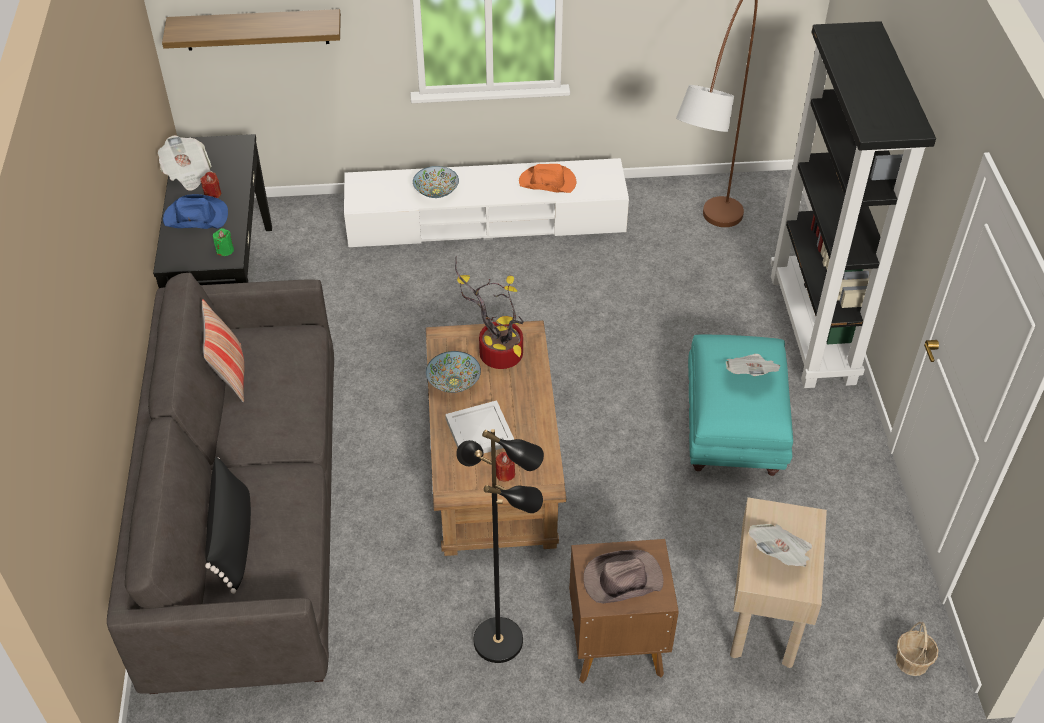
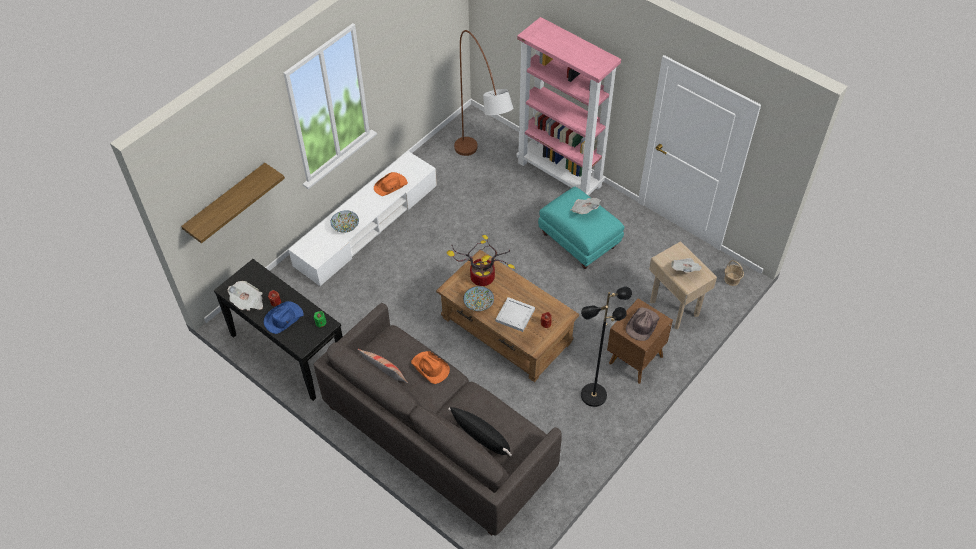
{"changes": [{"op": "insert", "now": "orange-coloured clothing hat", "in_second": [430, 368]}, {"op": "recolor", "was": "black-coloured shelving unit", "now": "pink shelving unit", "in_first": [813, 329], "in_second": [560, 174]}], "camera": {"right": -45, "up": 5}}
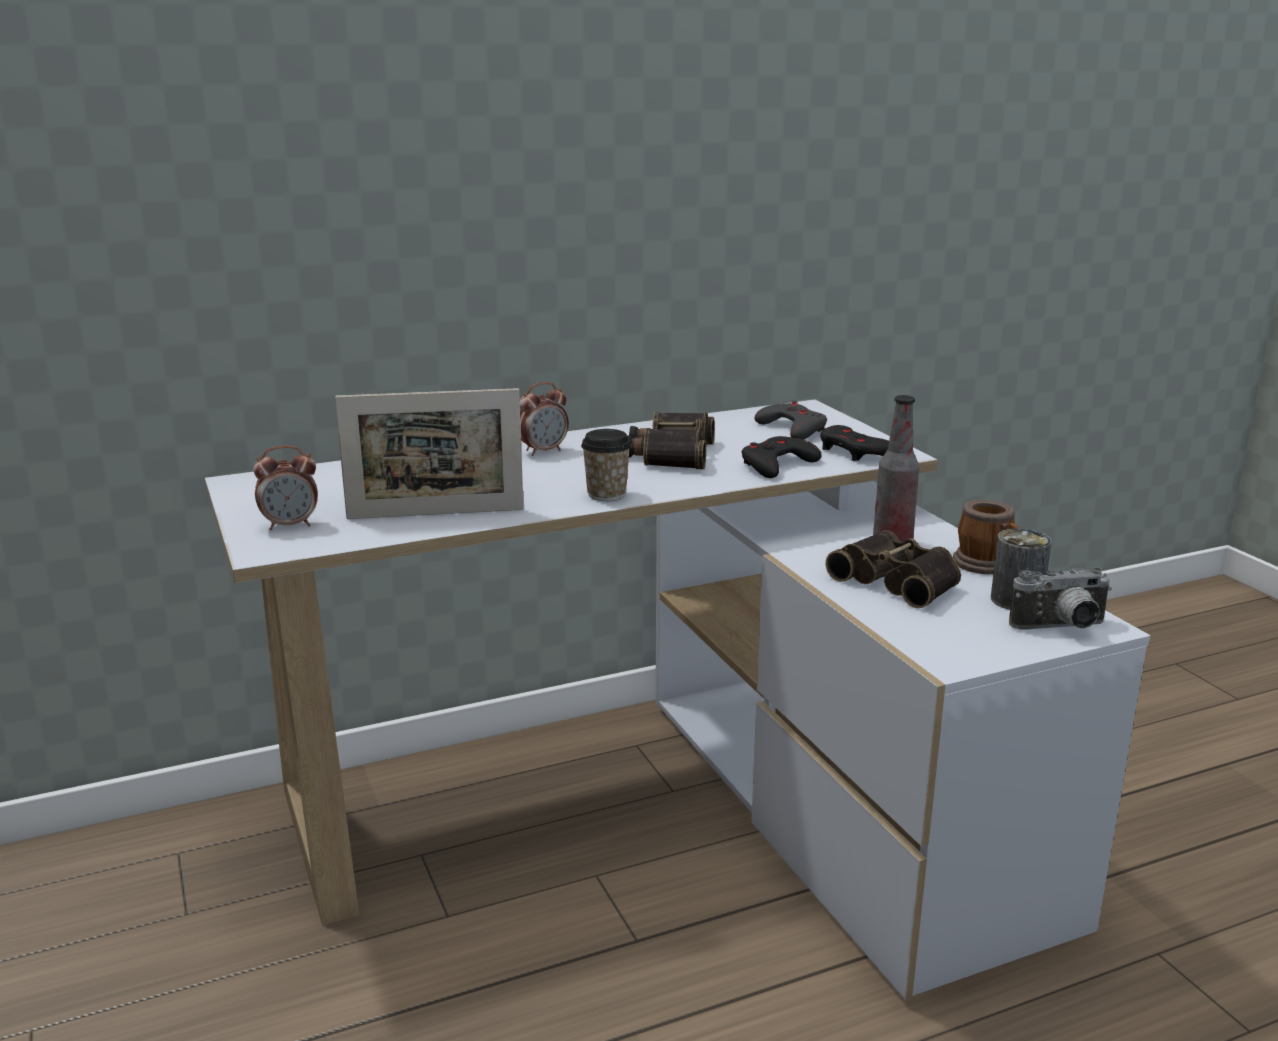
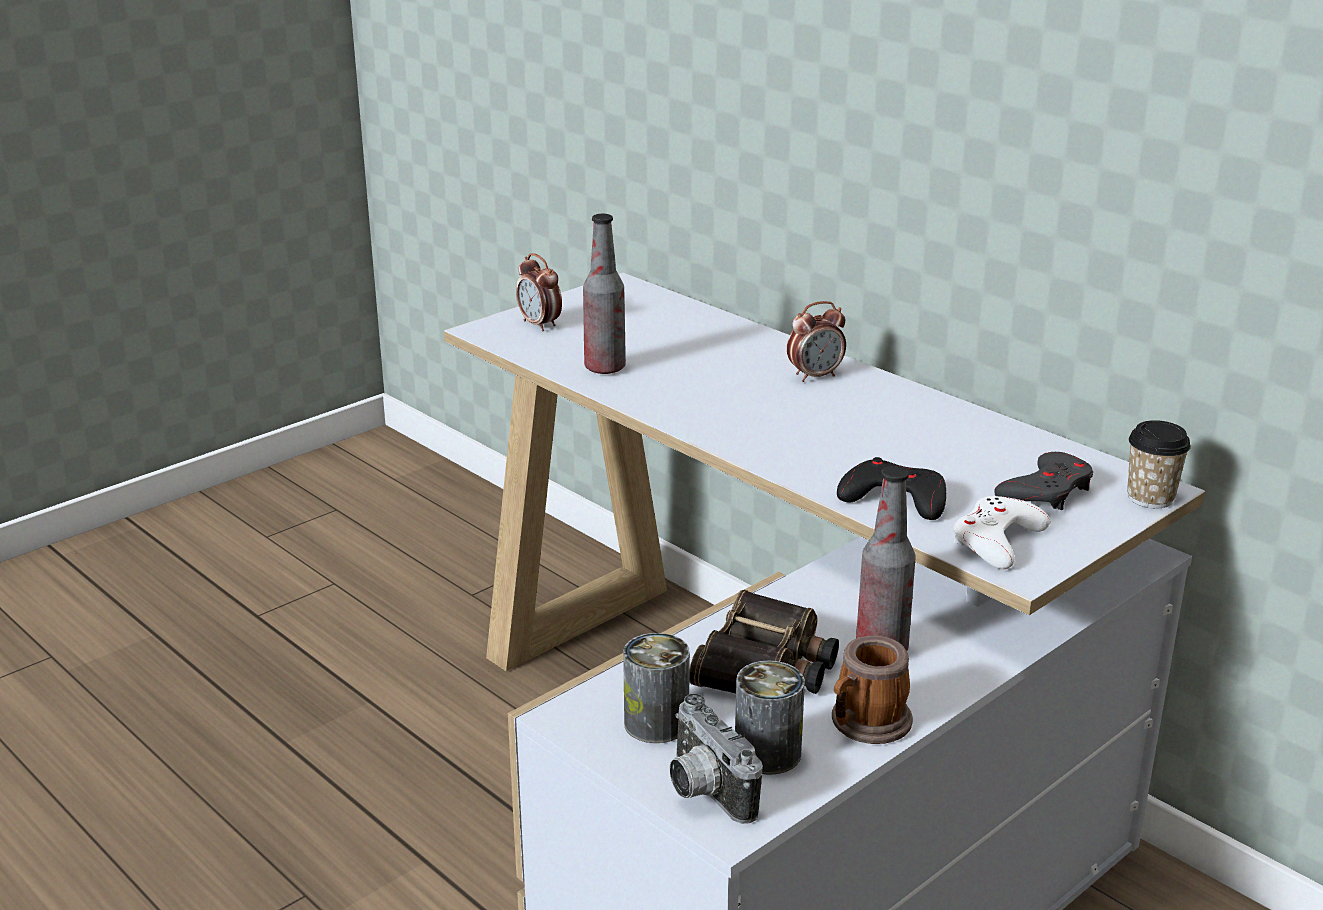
{"changes": [{"op": "delete", "was": "binoculars", "in_first": [670, 453]}, {"op": "insert", "now": "sealed can", "in_second": [656, 723]}, {"op": "move", "was": "small cup", "in_first": [606, 494], "in_second": [1150, 498]}, {"op": "replace", "was": "photo frame", "now": "beverage bottle", "in_first": [436, 514], "in_second": [605, 368]}, {"op": "recolor", "was": "black-coloured gamepad", "now": "whitish gamepad", "in_first": [855, 451], "in_second": [997, 540]}, {"op": "rotate", "was": "table clock", "in_first": [543, 451], "in_second": [815, 376], "clockwise": -60}], "camera": {"right": 70, "up": 5}}
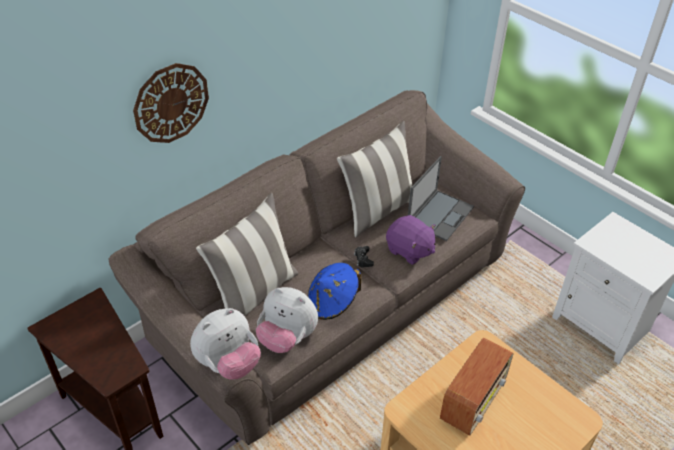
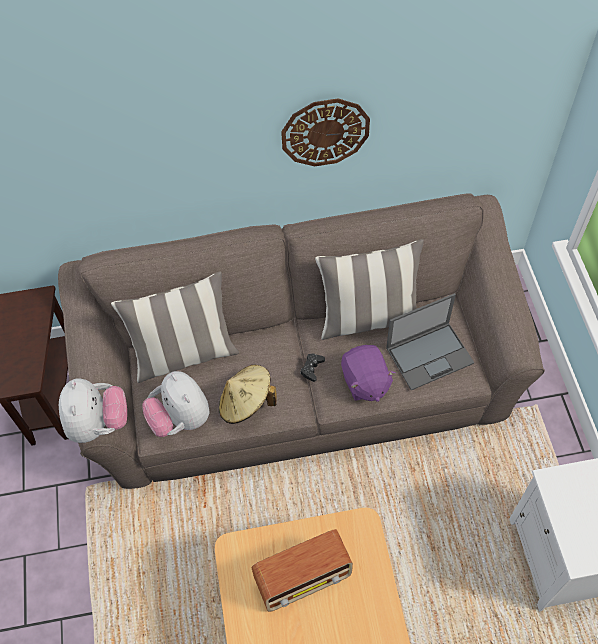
{"changes": [{"op": "move", "was": "wall clock", "in_first": [171, 103], "in_second": [325, 132]}, {"op": "recolor", "was": "blue clothing hat", "now": "sand-coloured clothing hat", "in_first": [332, 303], "in_second": [246, 403]}, {"op": "rotate", "was": "soft toy", "in_first": [228, 364], "in_second": [98, 423], "clockwise": -90}], "camera": {"right": 35, "up": 15}}
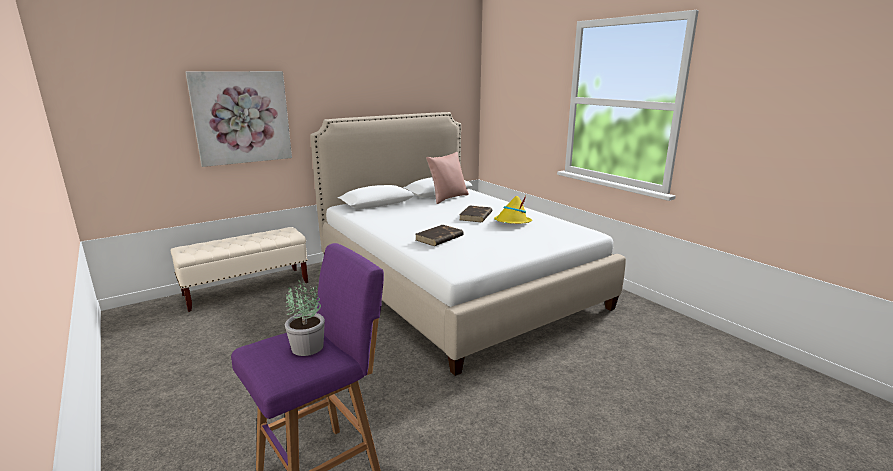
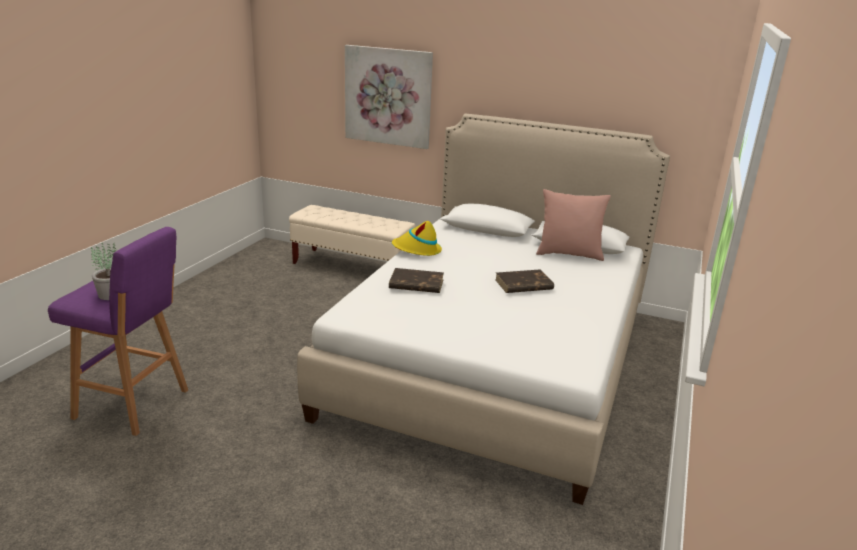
{"changes": [{"op": "move", "was": "yellow clothing hat", "in_first": [512, 222], "in_second": [417, 250]}], "camera": {"right": 55, "up": 5}}
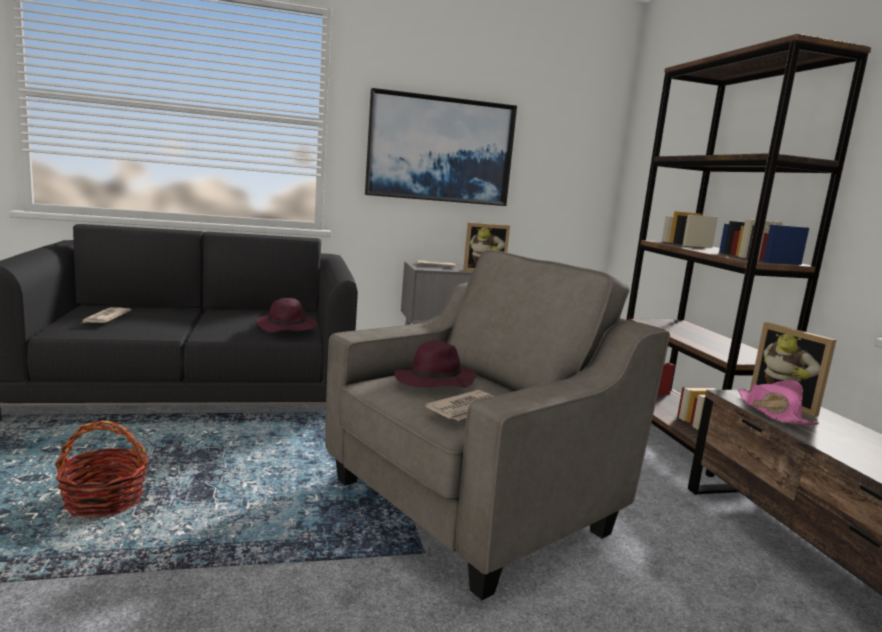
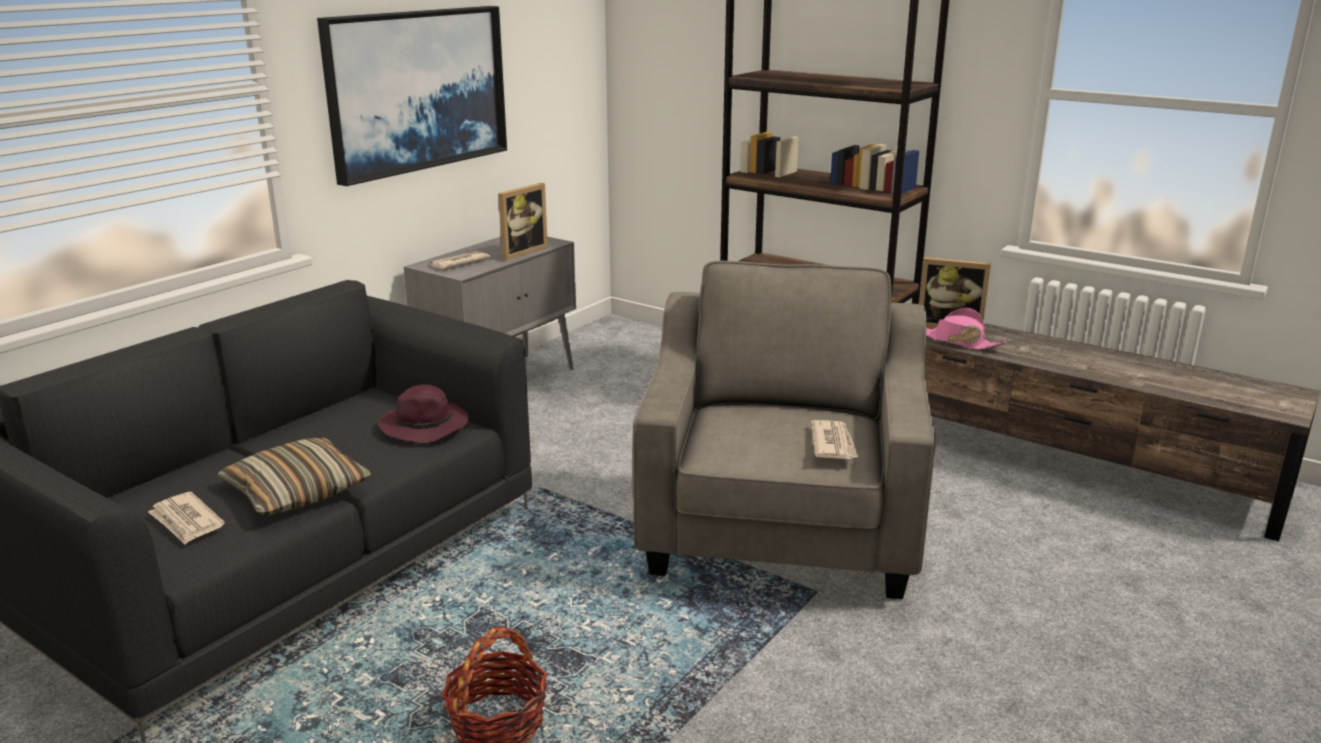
{"changes": [{"op": "delete", "was": "purple-coloured clothing hat", "in_first": [434, 382]}, {"op": "insert", "now": "cushion", "in_second": [297, 491]}], "camera": {"right": -40, "up": 10}}
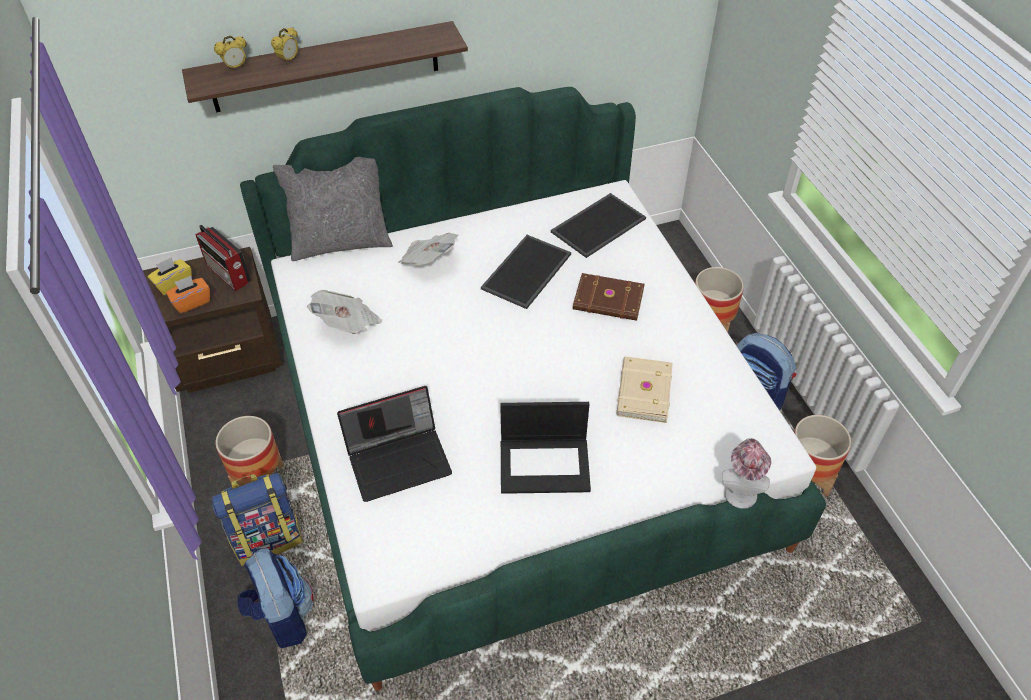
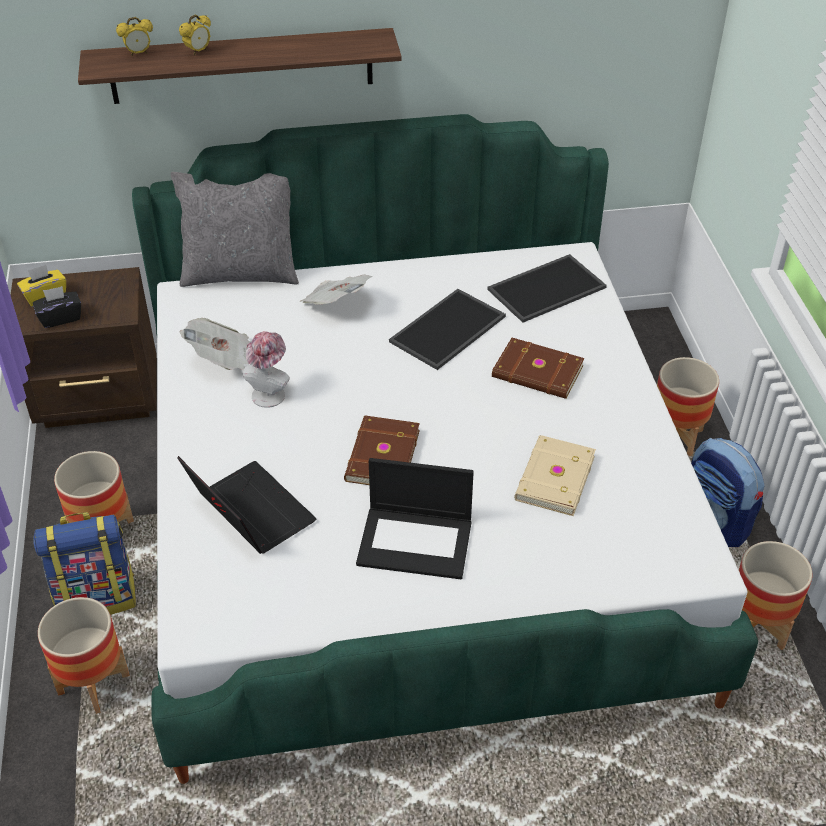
{"changes": [{"op": "delete", "was": "radio", "in_first": [228, 274]}, {"op": "insert", "now": "brownish bound book", "in_second": [380, 456]}, {"op": "move", "was": "clothing hat", "in_first": [740, 490], "in_second": [270, 392]}, {"op": "replace", "was": "knapsack", "now": "flower pot", "in_first": [282, 616], "in_second": [93, 684]}, {"op": "recolor", "was": "orange-coloured tissue box", "now": "black-coloured tissue box", "in_first": [192, 302], "in_second": [60, 318]}, {"op": "rotate", "was": "laptop", "in_first": [399, 459], "in_second": [248, 512], "clockwise": -120}], "camera": {"right": 10, "up": -5}}
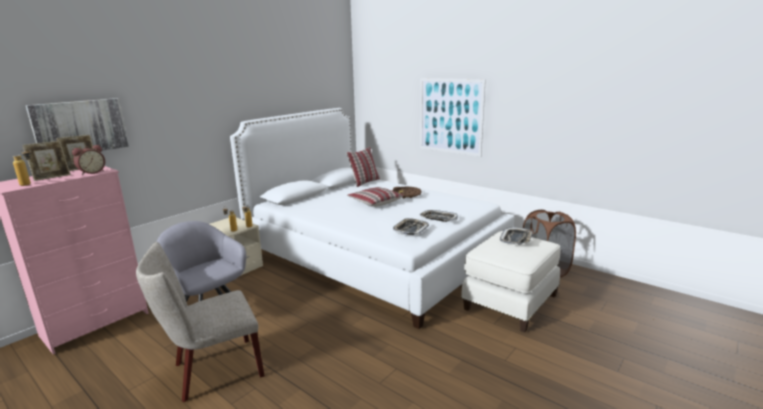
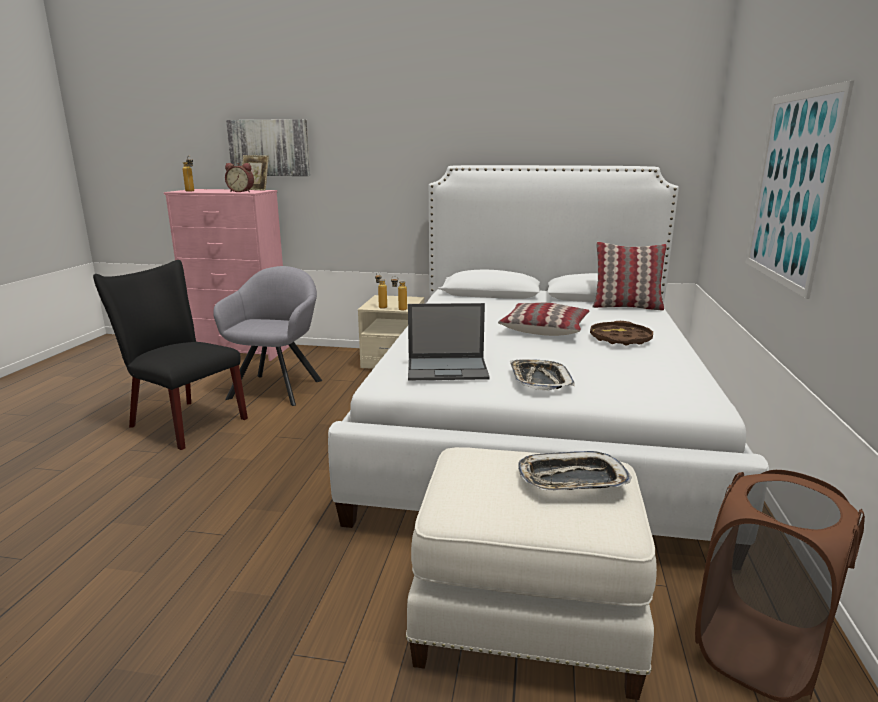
{"changes": [{"op": "delete", "was": "photo frame", "in_first": [51, 177]}, {"op": "replace", "was": "serving tray", "now": "laptop", "in_first": [410, 229], "in_second": [448, 369]}, {"op": "recolor", "was": "sand-coloured plain chair", "now": "black-coloured plain chair", "in_first": [212, 371], "in_second": [182, 421]}], "camera": {"right": 60, "up": 0}}
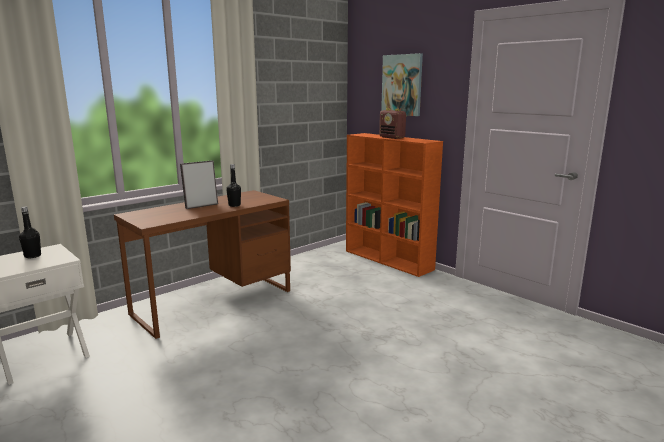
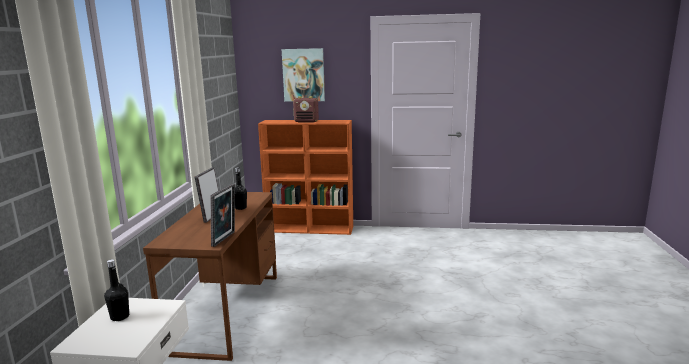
{"changes": [{"op": "insert", "now": "photo frame", "in_second": [225, 239]}], "camera": {"right": -40, "up": 0}}
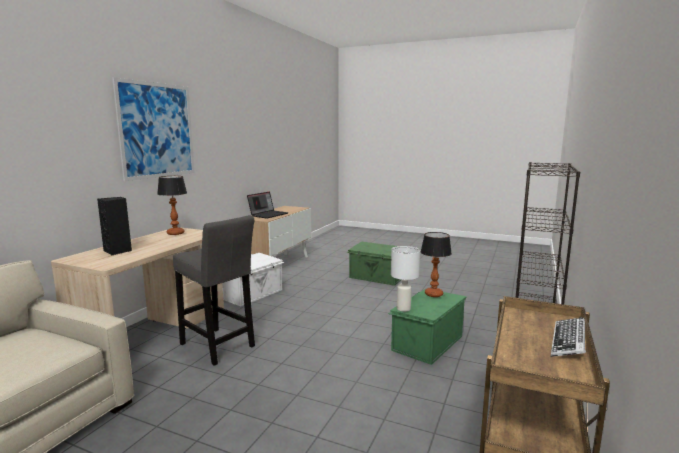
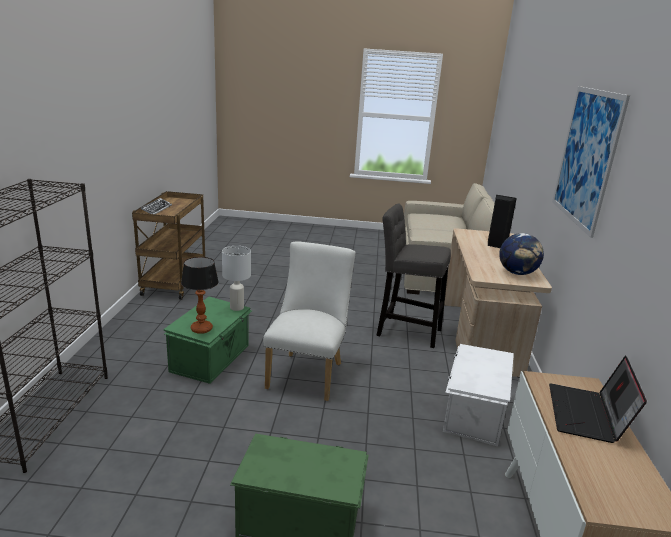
{"changes": [{"op": "insert", "now": "whitish plain chair", "in_second": [308, 372]}, {"op": "replace", "was": "tabletop lamp", "now": "desk globe", "in_first": [175, 233], "in_second": [517, 273]}], "camera": {"right": 160, "up": 10}}
